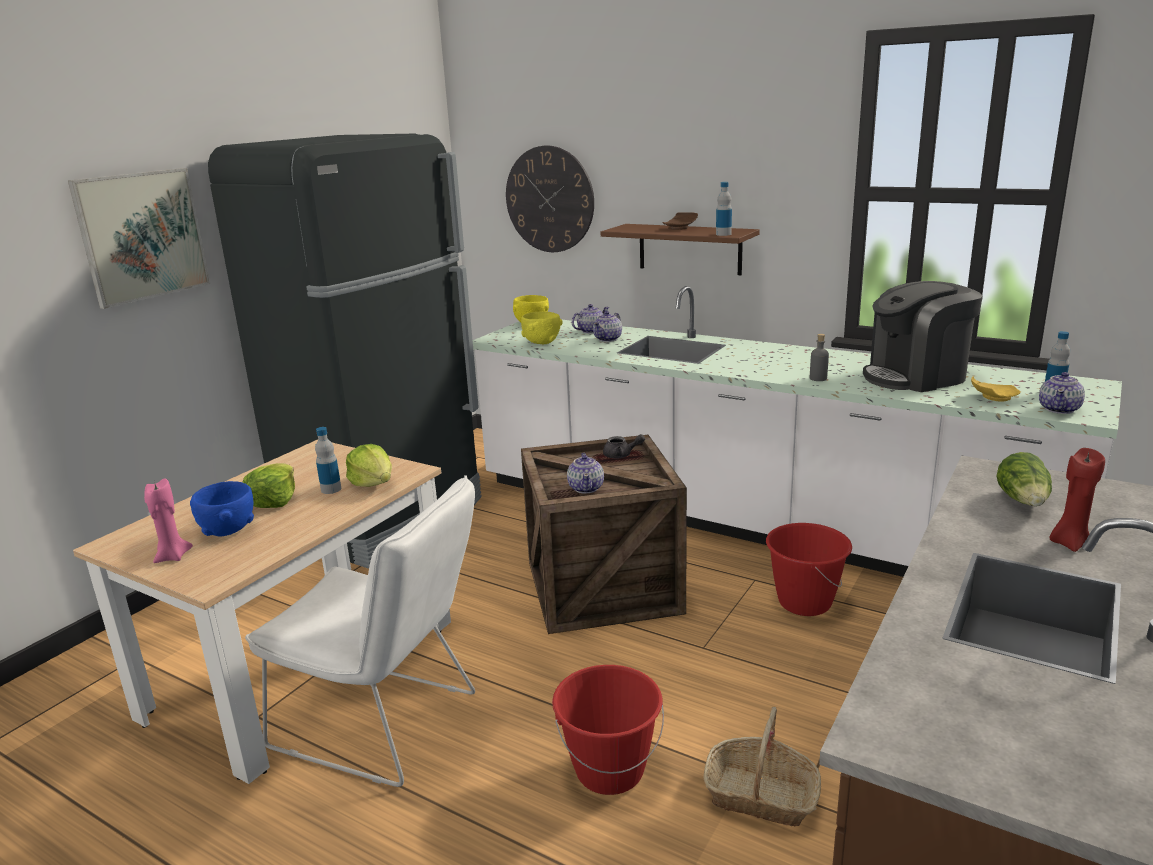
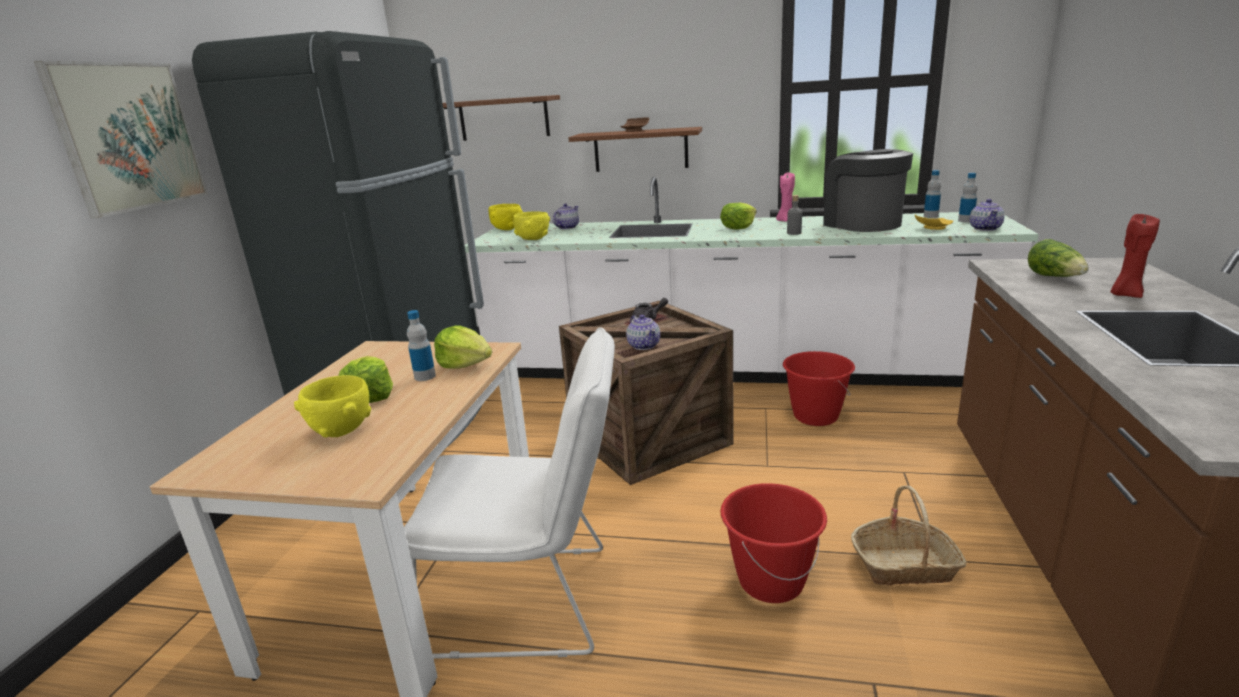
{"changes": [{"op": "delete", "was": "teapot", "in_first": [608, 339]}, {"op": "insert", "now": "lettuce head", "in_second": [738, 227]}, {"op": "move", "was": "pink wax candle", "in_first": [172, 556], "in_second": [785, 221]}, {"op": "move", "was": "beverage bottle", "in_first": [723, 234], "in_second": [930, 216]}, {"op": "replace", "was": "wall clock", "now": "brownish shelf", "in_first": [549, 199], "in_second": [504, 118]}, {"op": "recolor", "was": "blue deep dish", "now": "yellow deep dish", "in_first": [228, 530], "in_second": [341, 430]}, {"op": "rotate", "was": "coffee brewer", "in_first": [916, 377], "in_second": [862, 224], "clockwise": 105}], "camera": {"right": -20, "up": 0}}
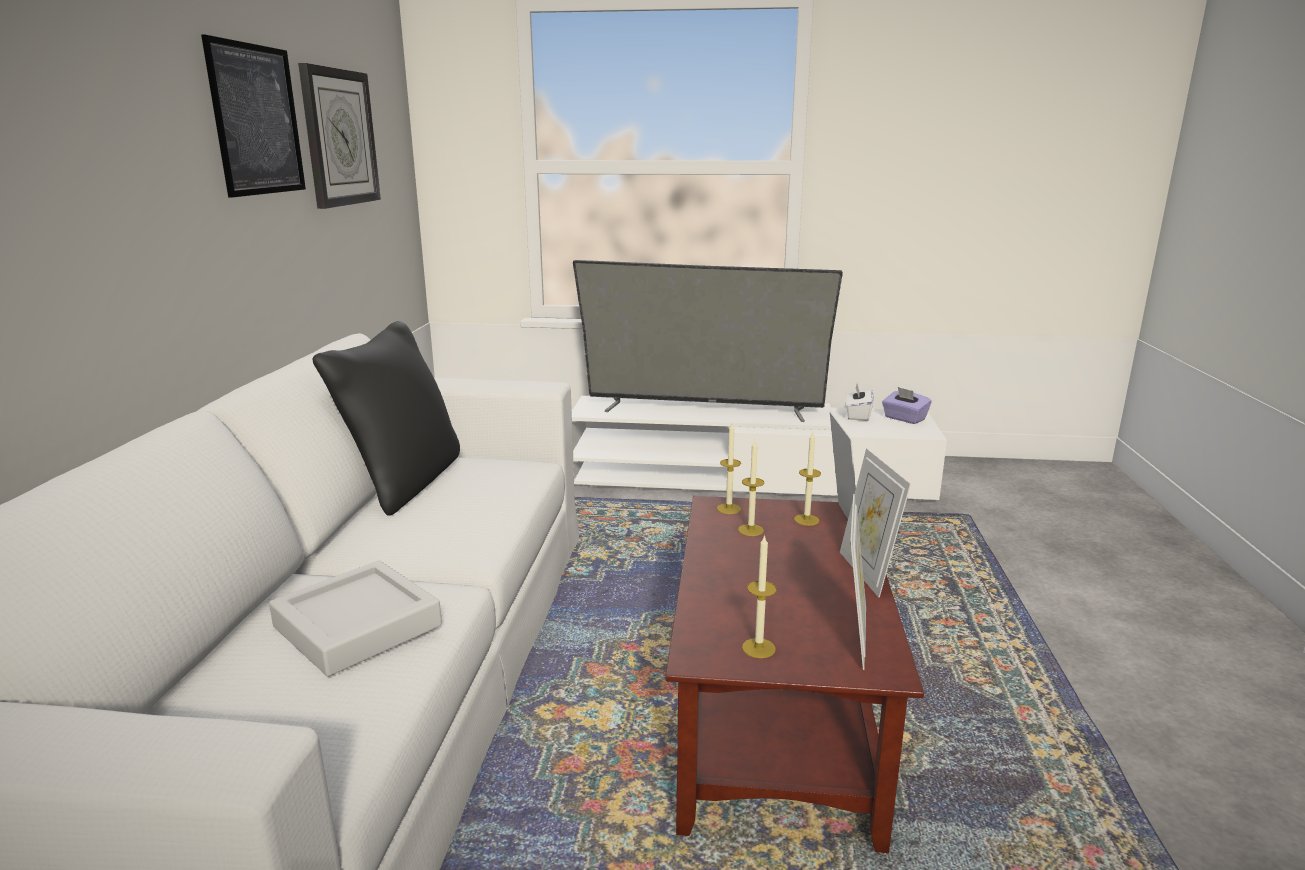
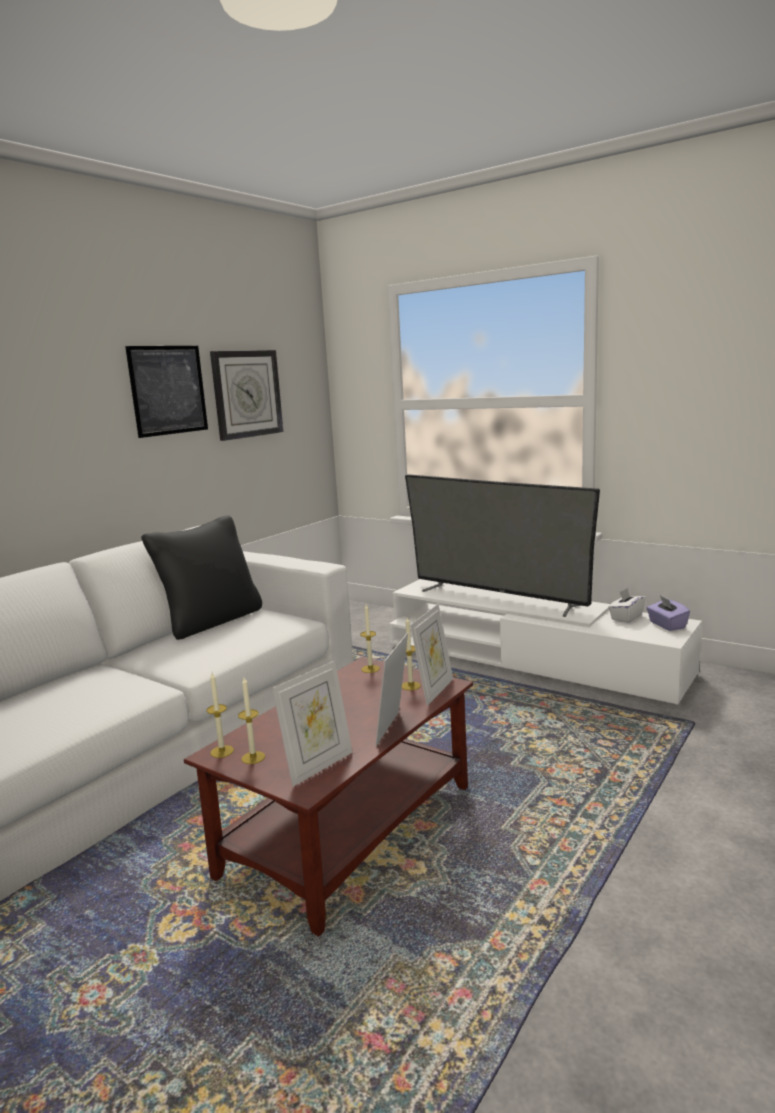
{"changes": [{"op": "delete", "was": "greyish serving tray", "in_first": [357, 626]}, {"op": "move", "was": "wax candle", "in_first": [750, 530], "in_second": [222, 751]}], "camera": {"right": 30, "up": -5}}
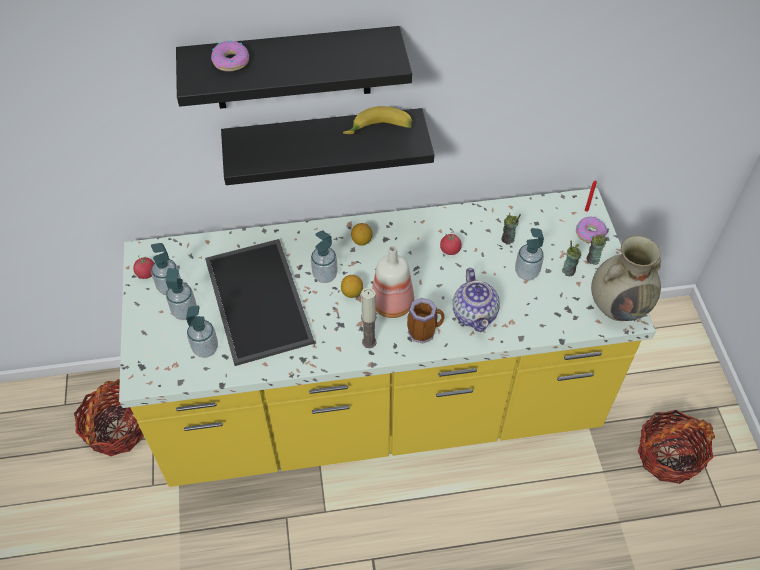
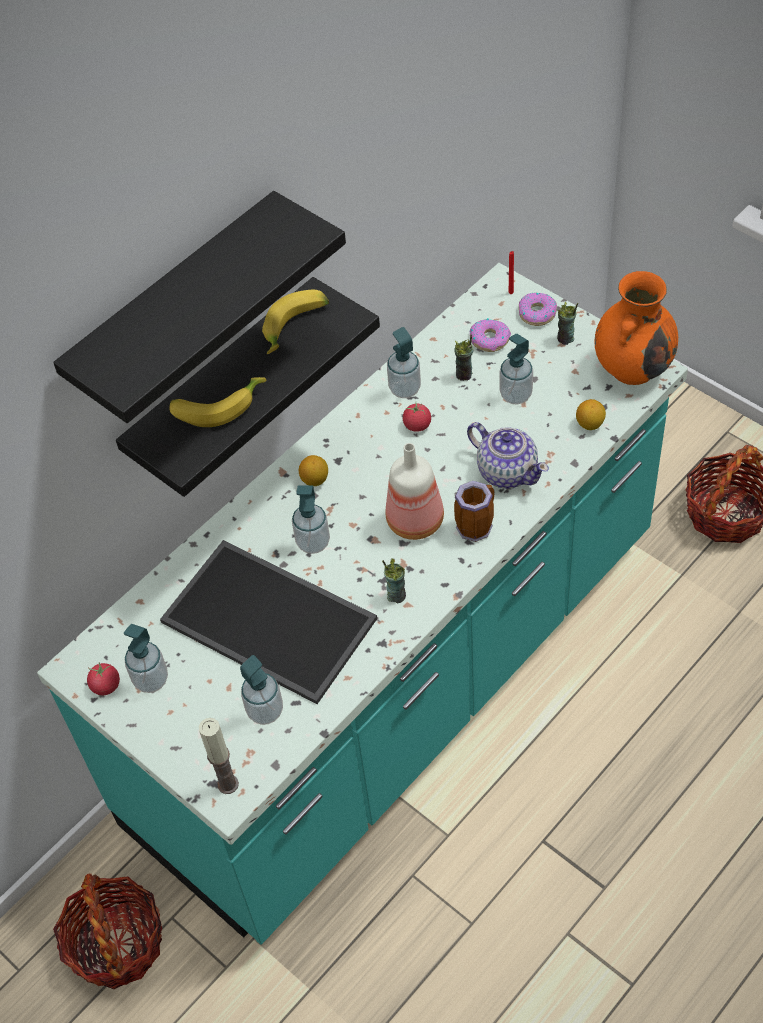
{"changes": [{"op": "insert", "now": "banana fruit", "in_second": [217, 406]}, {"op": "move", "was": "soap dispenser", "in_first": [184, 311], "in_second": [405, 389]}, {"op": "move", "was": "doughnut", "in_first": [231, 61], "in_second": [489, 339]}, {"op": "move", "was": "citrus fruit", "in_first": [352, 293], "in_second": [590, 424]}, {"op": "move", "was": "wax candle", "in_first": [369, 342], "in_second": [228, 784]}, {"op": "move", "was": "small cup", "in_first": [568, 271], "in_second": [396, 595]}, {"op": "recolor", "was": "yellow counter", "now": "blue-green counter", "in_first": [380, 406], "in_second": [399, 682]}, {"op": "recolor", "was": "sand-coloured flower vase", "now": "orange-coloured flower vase", "in_first": [618, 306], "in_second": [633, 367]}], "camera": {"right": -35, "up": 0}}
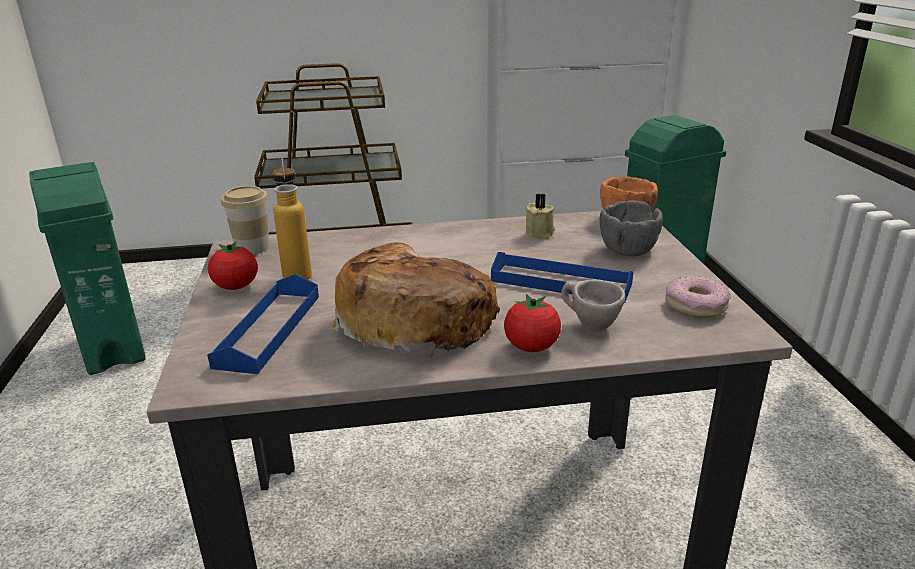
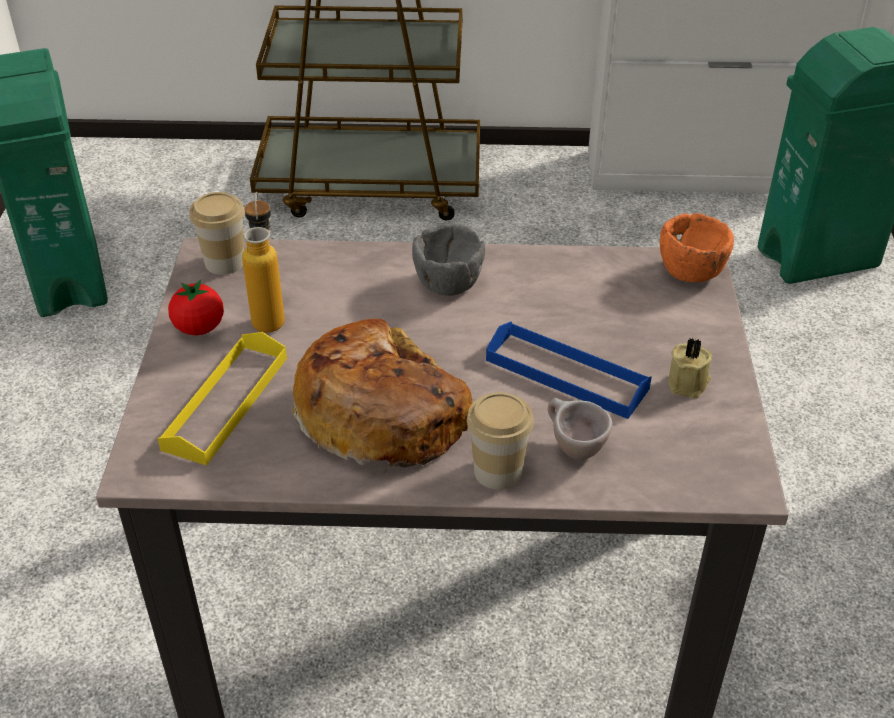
{"changes": [{"op": "delete", "was": "doughnut", "in_first": [695, 305]}, {"op": "move", "was": "sand-coloured wax candle", "in_first": [540, 233], "in_second": [689, 383]}, {"op": "move", "was": "greyish deep dish", "in_first": [627, 250], "in_second": [447, 283]}, {"op": "replace", "was": "tomato", "now": "small cup", "in_first": [531, 347], "in_second": [498, 471]}, {"op": "recolor", "was": "blue serving tray", "now": "yellow serving tray", "in_first": [269, 330], "in_second": [226, 402]}], "camera": {"right": 10, "up": 15}}
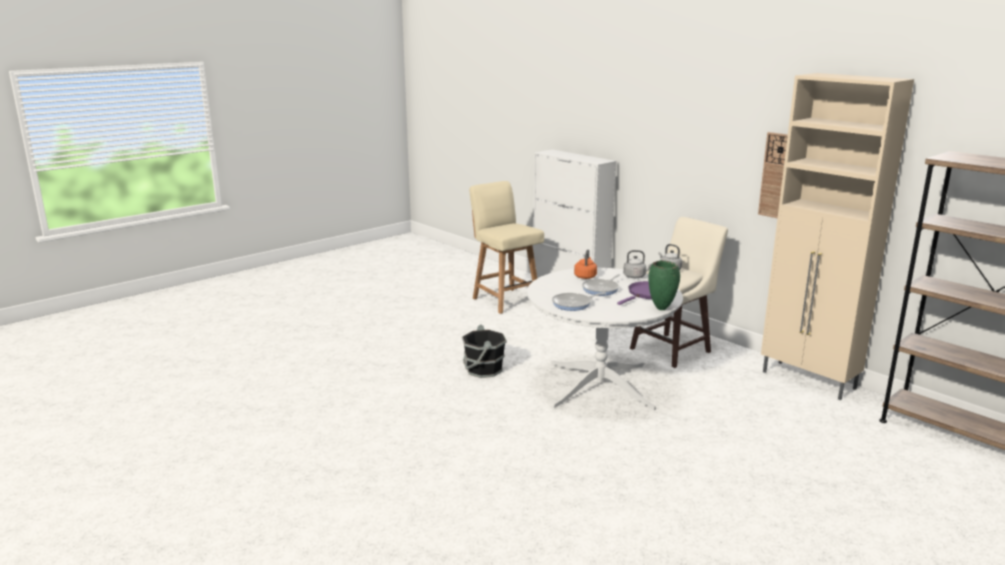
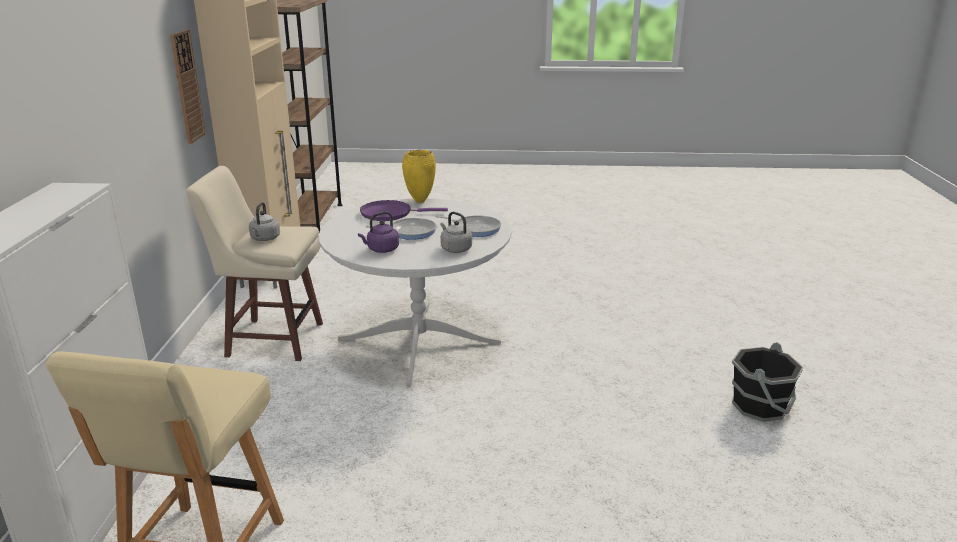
{"changes": [{"op": "move", "was": "black-coloured pail", "in_first": [483, 370], "in_second": [761, 406]}, {"op": "move", "was": "greyish kettle", "in_first": [635, 276], "in_second": [455, 249]}, {"op": "recolor", "was": "orange-coloured kettle", "now": "purple-coloured kettle", "in_first": [585, 276], "in_second": [381, 250]}, {"op": "recolor", "was": "green-coloured flower vase", "now": "yellow flower vase", "in_first": [662, 309], "in_second": [419, 201]}], "camera": {"right": -135, "up": 5}}
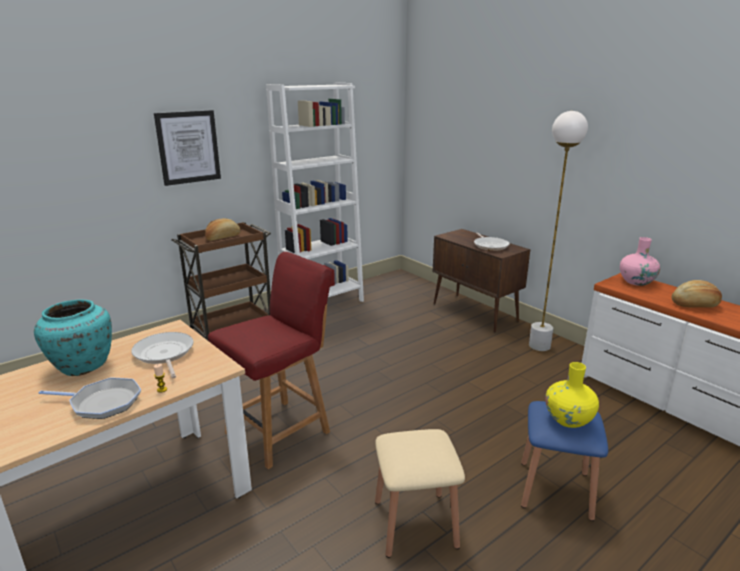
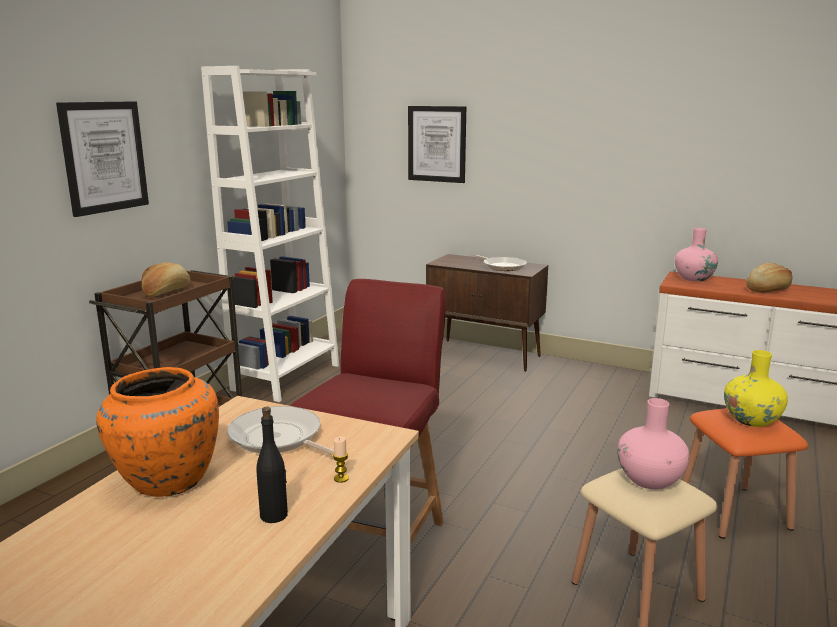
{"changes": [{"op": "delete", "was": "whitish standing lamp", "in_first": [539, 346]}, {"op": "insert", "now": "wall art", "in_second": [437, 144]}, {"op": "insert", "now": "pink flower vase", "in_second": [649, 479]}, {"op": "replace", "was": "pan", "now": "black-coloured beverage bottle", "in_first": [102, 403], "in_second": [274, 515]}, {"op": "recolor", "was": "blue-green flower vase", "now": "orange-coloured flower vase", "in_first": [82, 365], "in_second": [166, 479]}, {"op": "recolor", "was": "blue stool seat", "now": "orange-coloured stool seat", "in_first": [555, 489], "in_second": [733, 511]}], "camera": {"right": -25, "up": -5}}
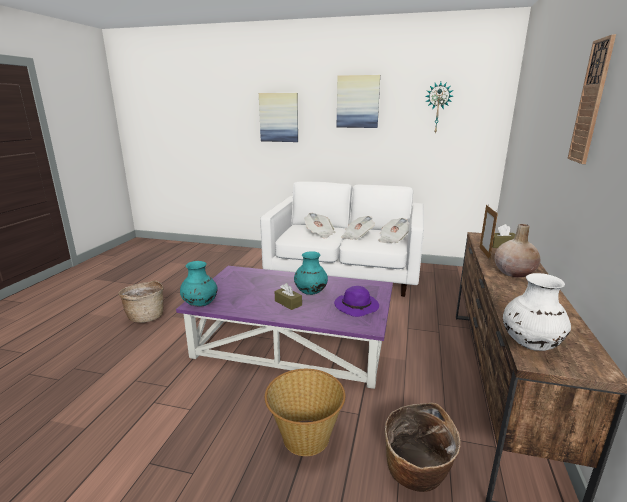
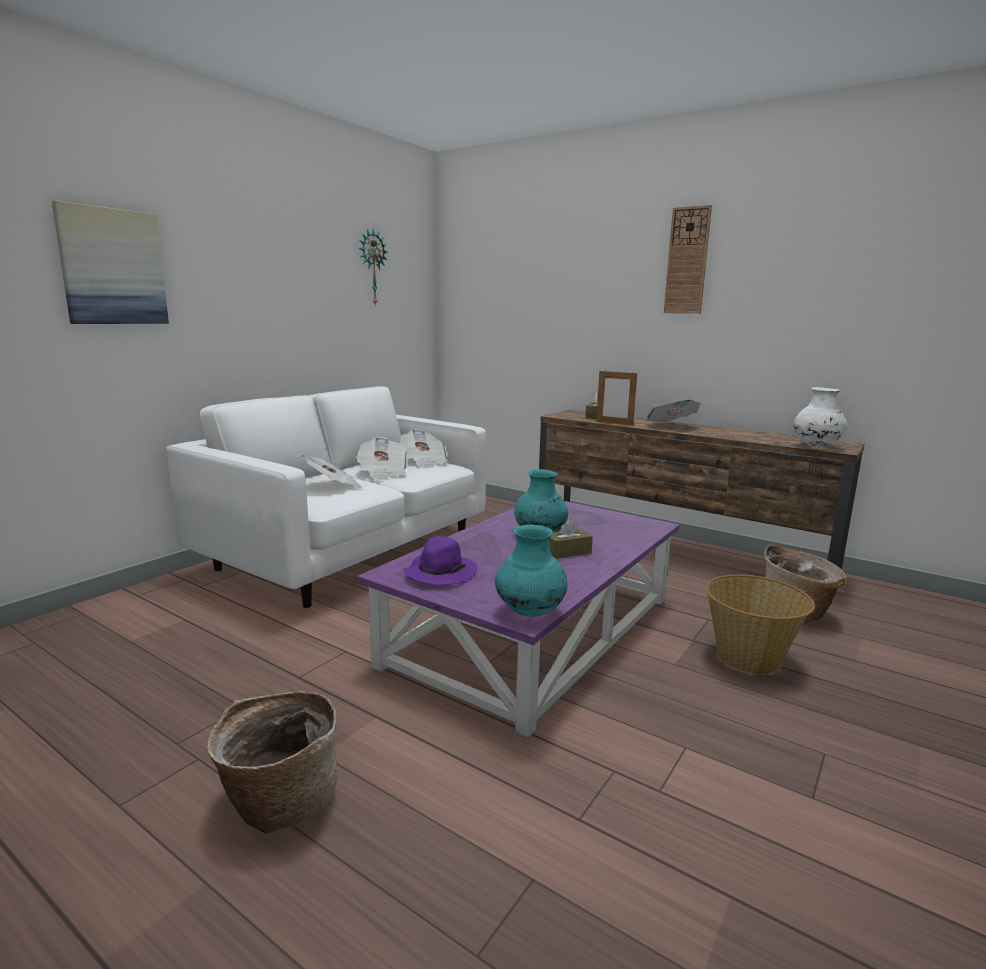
{"changes": [{"op": "delete", "was": "wall art", "in_first": [358, 102]}, {"op": "move", "was": "purple-coloured clothing hat", "in_first": [357, 307], "in_second": [440, 573]}, {"op": "replace", "was": "sand-coloured flower vase", "now": "printed paper", "in_first": [514, 272], "in_second": [671, 426]}], "camera": {"right": -70, "up": -5}}
